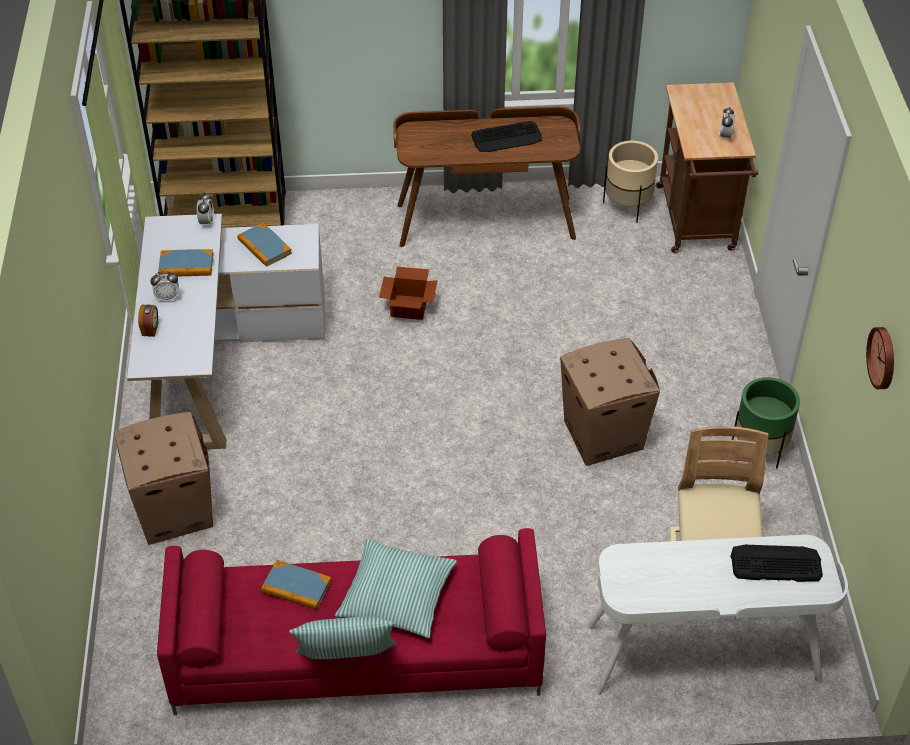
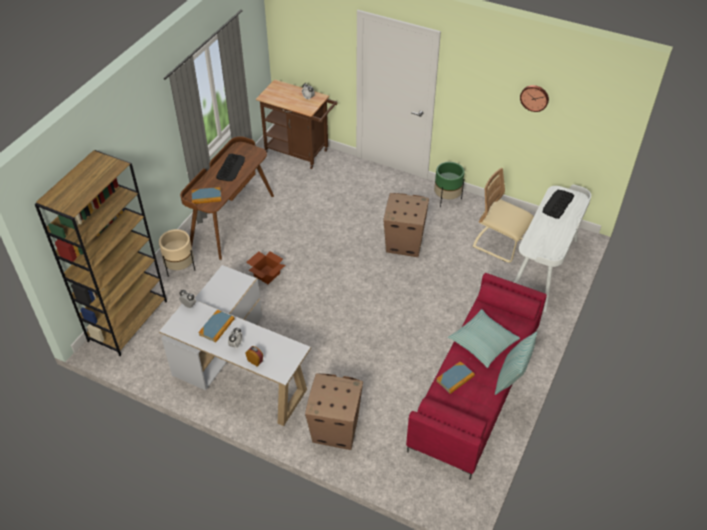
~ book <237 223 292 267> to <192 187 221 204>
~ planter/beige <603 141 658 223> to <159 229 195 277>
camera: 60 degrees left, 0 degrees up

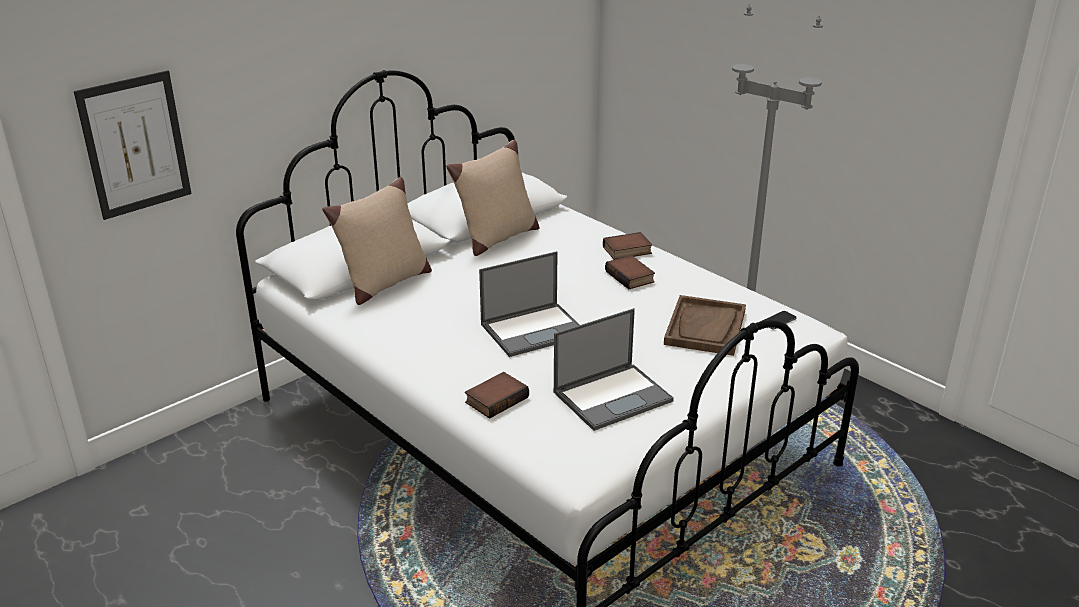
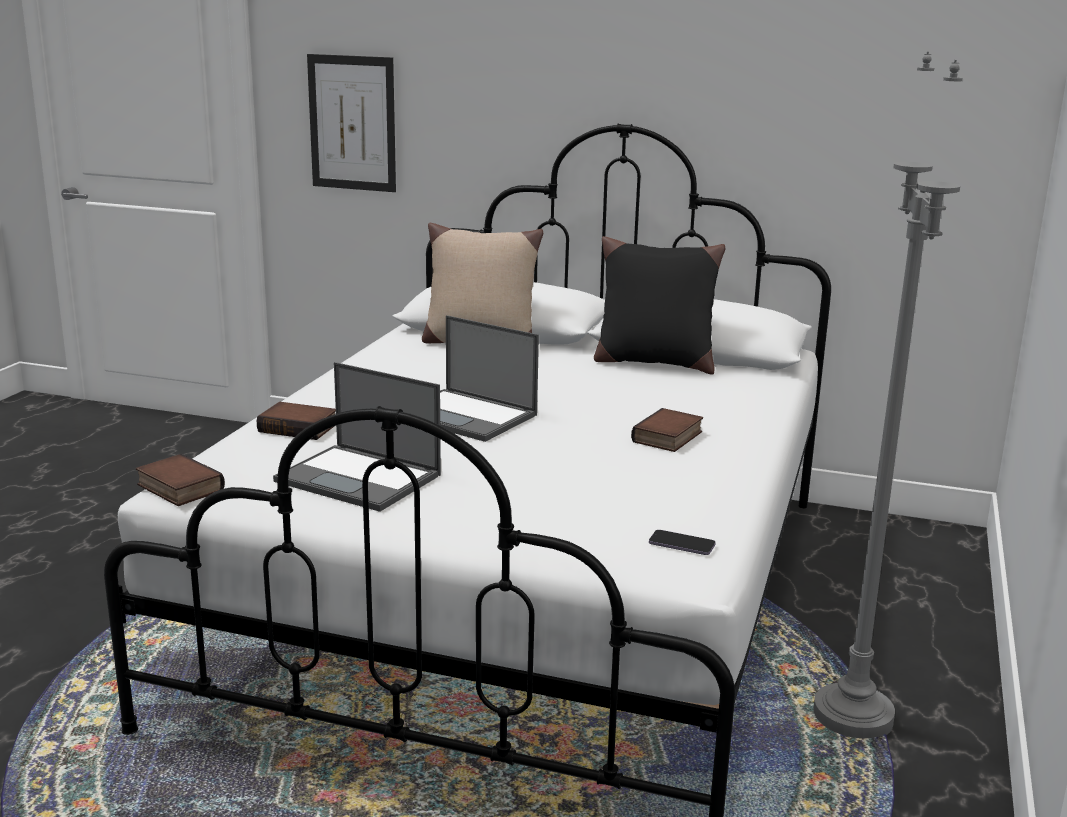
- tray/brown <664 295 746 356>
~ book <603 232 653 260> to <136 454 225 506>
~ pillow/beige <446 140 540 256> to pillow/black <594 236 725 375>
camera: 60 degrees right, 10 degrees down

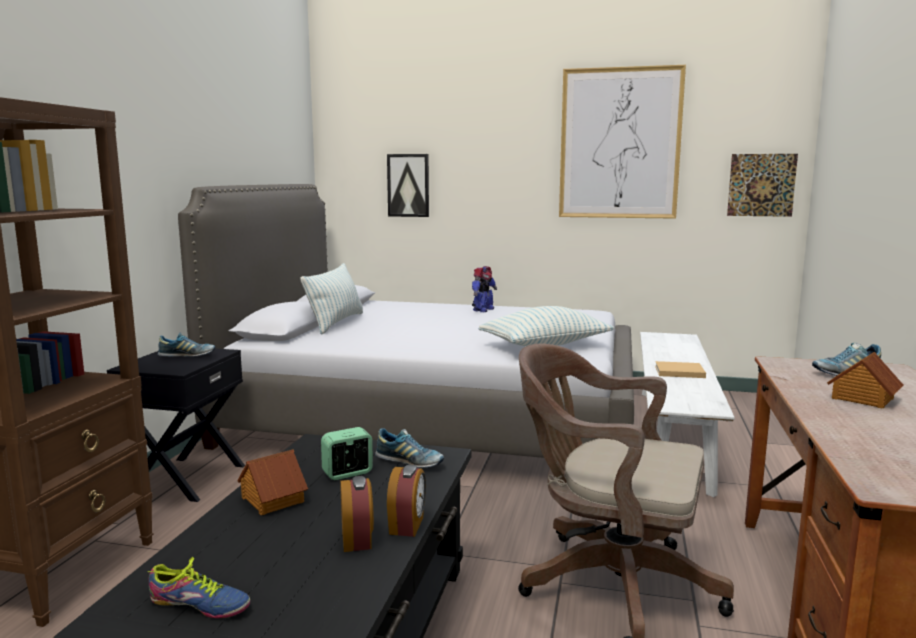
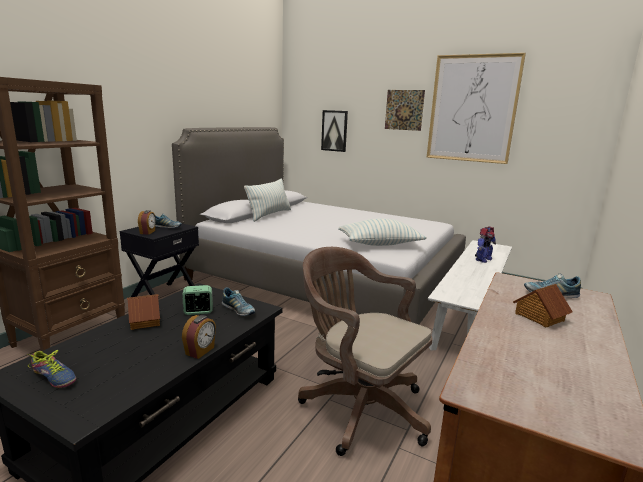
- book/beige <655 361 706 378>
~ alarm clock <340 476 374 552> to <138 210 156 235>
~ toy robot <472 266 497 312> to <475 226 496 263>
~ picture <727 154 798 217> to <385 90 425 131>
camera: 15 degrees right, 5 degrees up

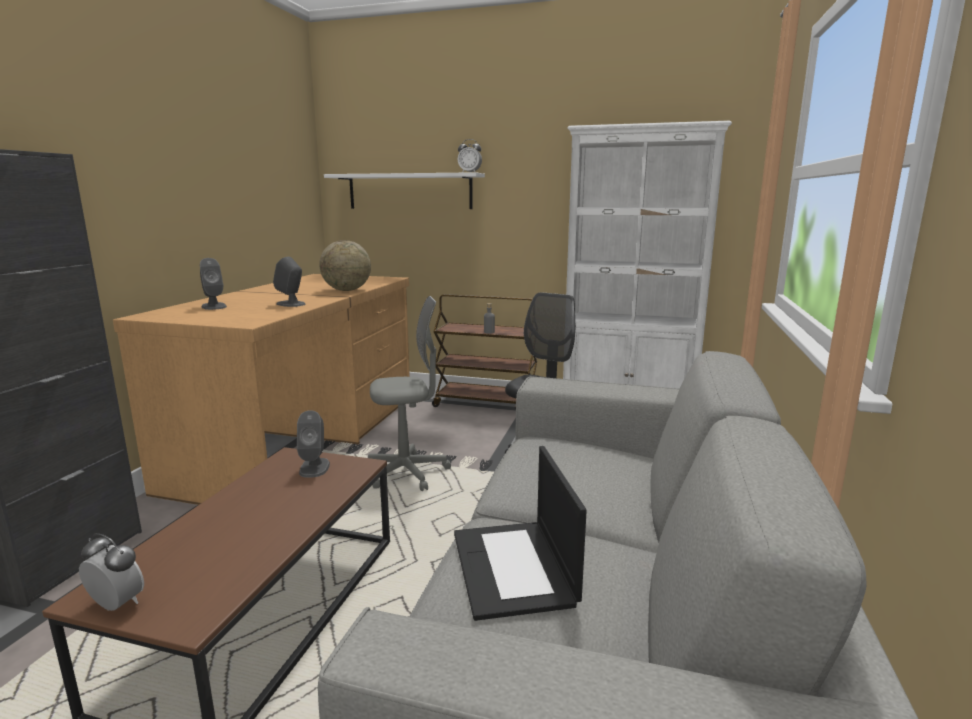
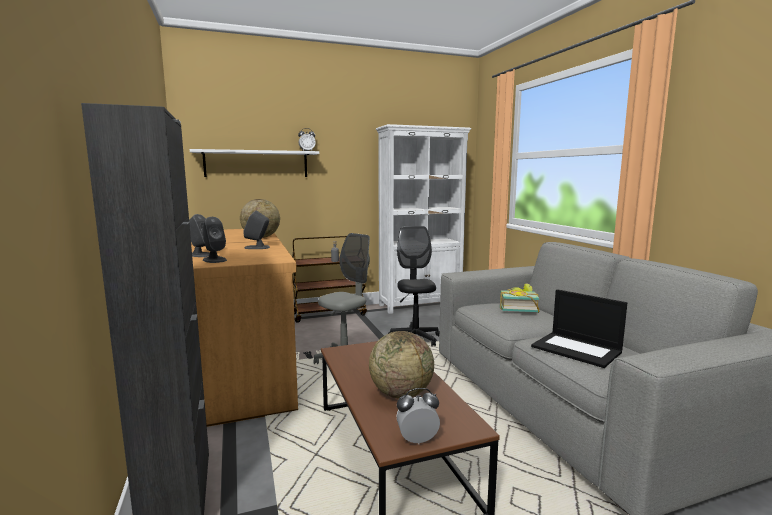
+ globe <369 331 434 398>
+ book <500 284 539 313>
~ speaker/grey <297 410 330 478> to <202 217 227 263>
camera: 35 degrees left, 5 degrees down

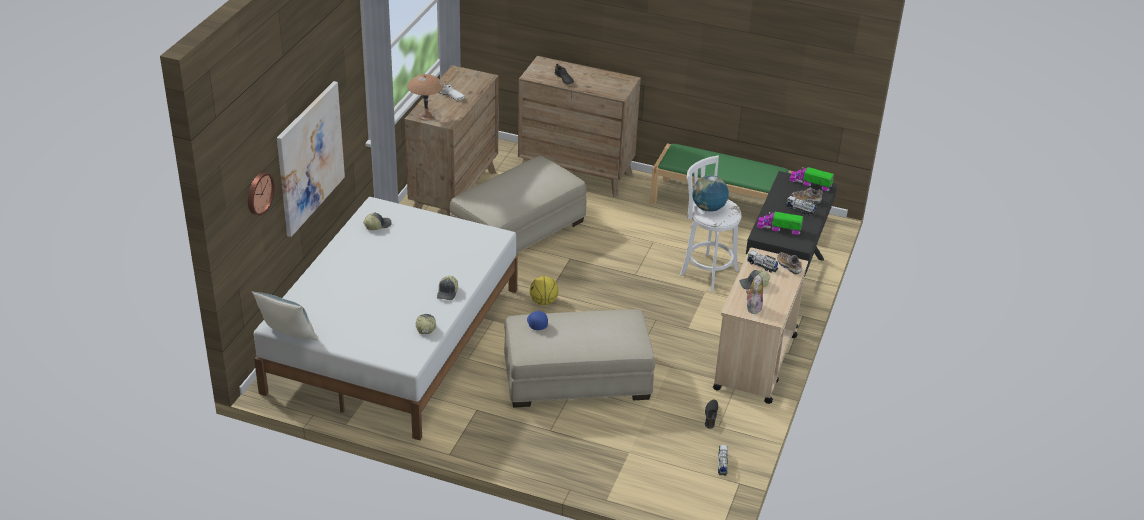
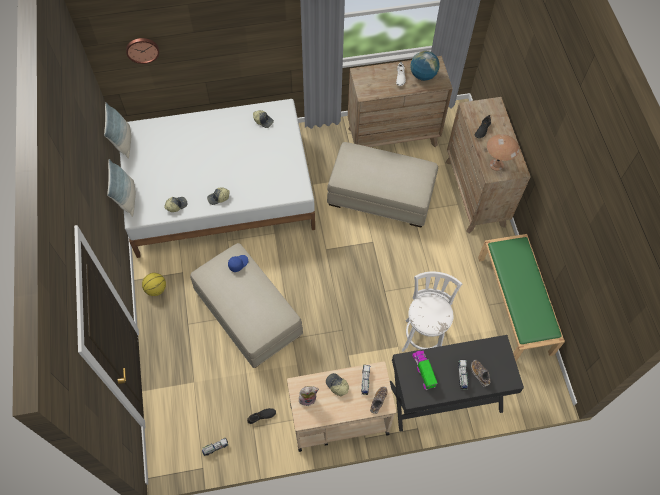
- picture <277 81 345 237>
- toy truck <789 167 834 191>
+ pillow <107 159 136 217>
~ table lamp/brown <407 74 444 121> to <487 134 519 171>
~ basketball <530 276 559 305> to <142 273 166 296>
~ globe <693 175 729 212> to <410 51 440 81>
camera: 60 degrees right, 25 degrees up

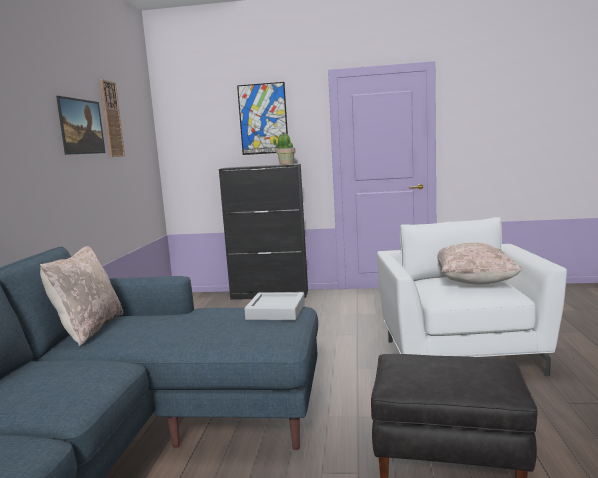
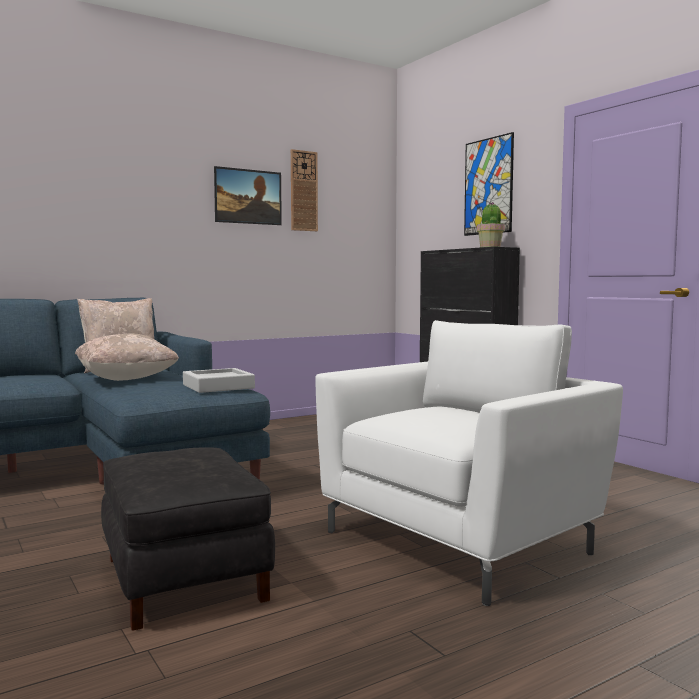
~ pillow/beige <437 243 522 285> to <75 333 179 381>
camera: 50 degrees right, 5 degrees down

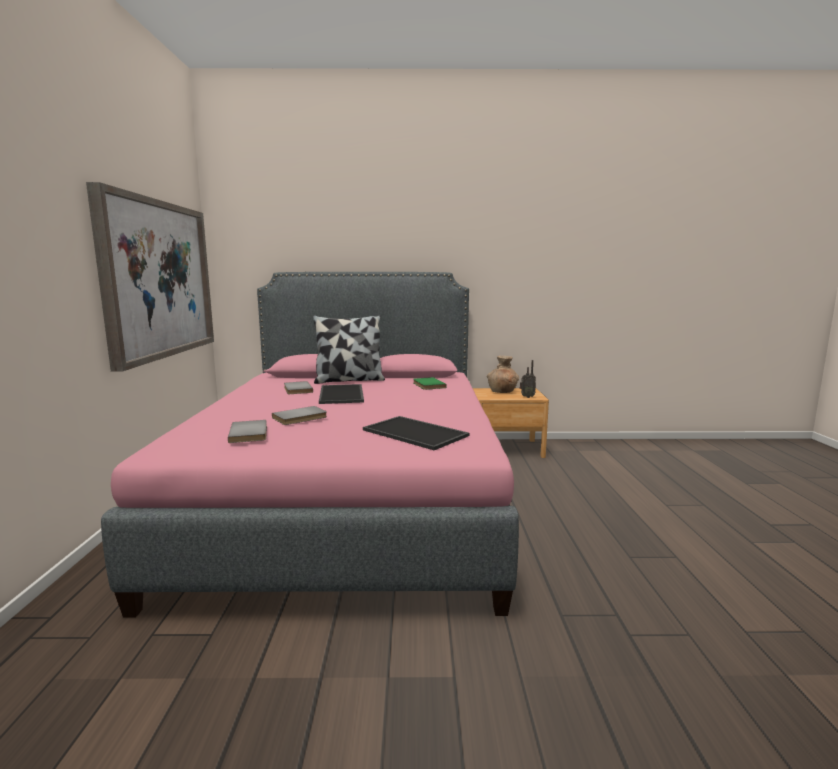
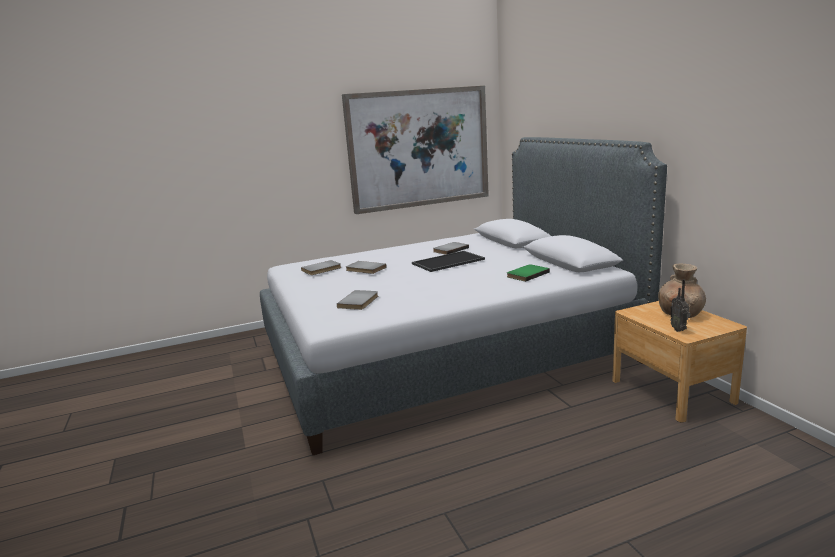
- pillow <313 315 385 384>
~ tray <363 416 470 450> to book/grey <337 290 378 310>
~ bed/pink <101 272 519 618> to bed/grey <260 137 667 455>
camera: 70 degrees right, 5 degrees up

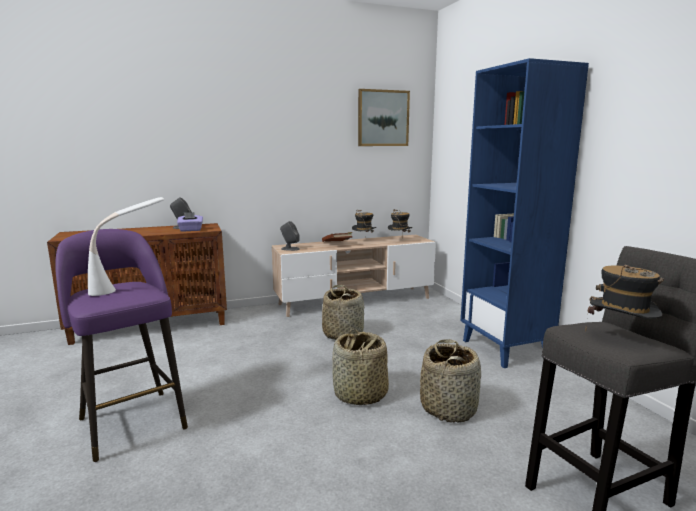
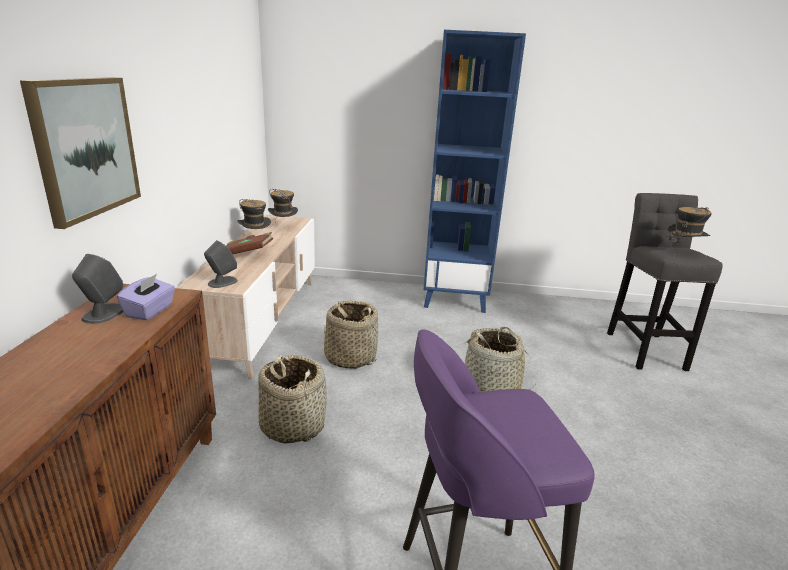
- table lamp/white <88 197 164 296>
~ picture <358 89 410 146> to <20 77 141 229>
~ basket <420 339 481 423> to <258 355 327 444>
camera: 65 degrees left, 10 degrees up

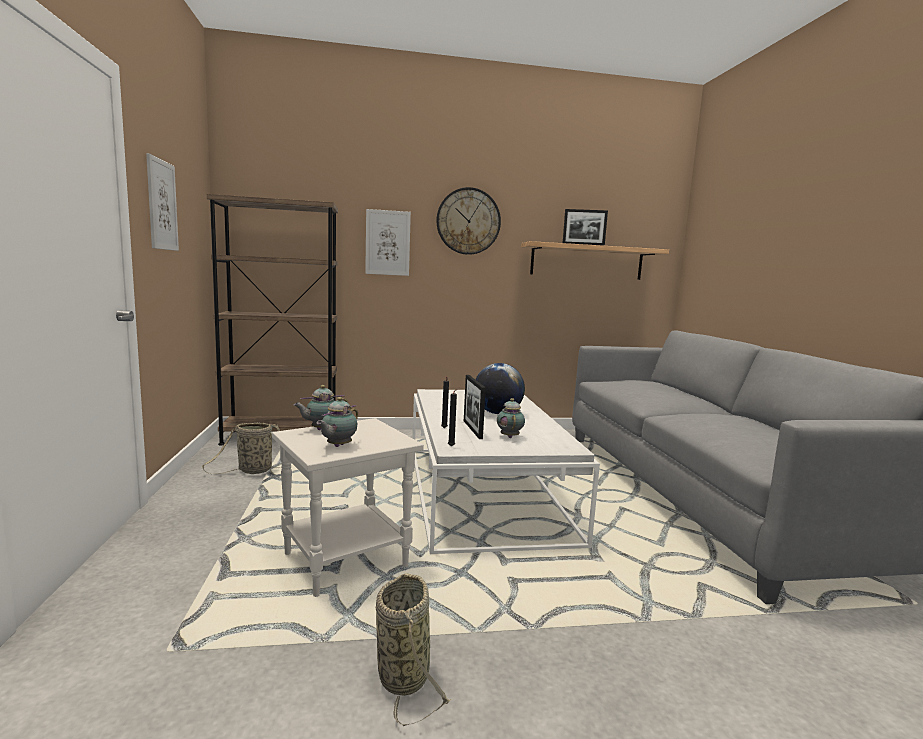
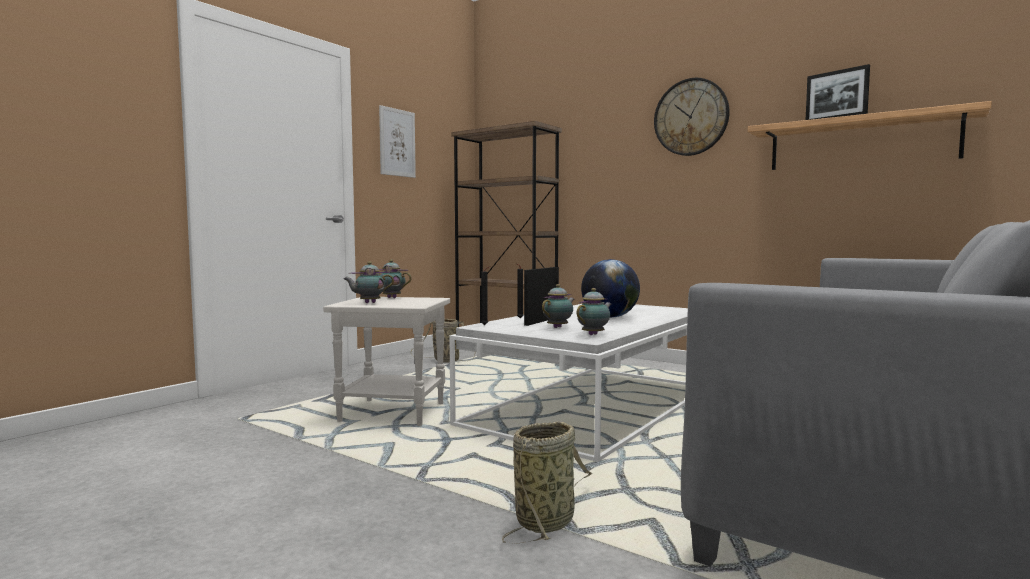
- picture <365 209 411 276>
+ teapot <577 288 611 335>
~ basket <376 573 451 726> to <502 422 592 544>
camera: 45 degrees right, 5 degrees down

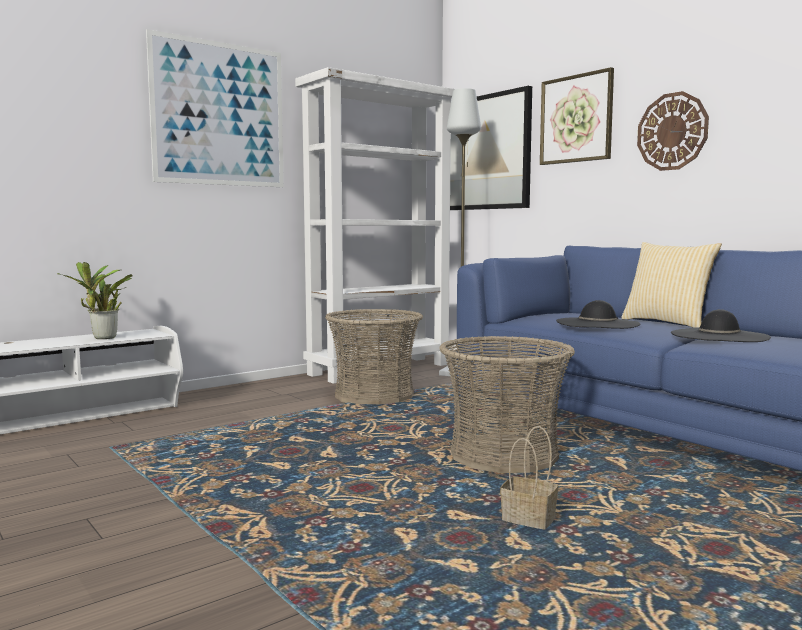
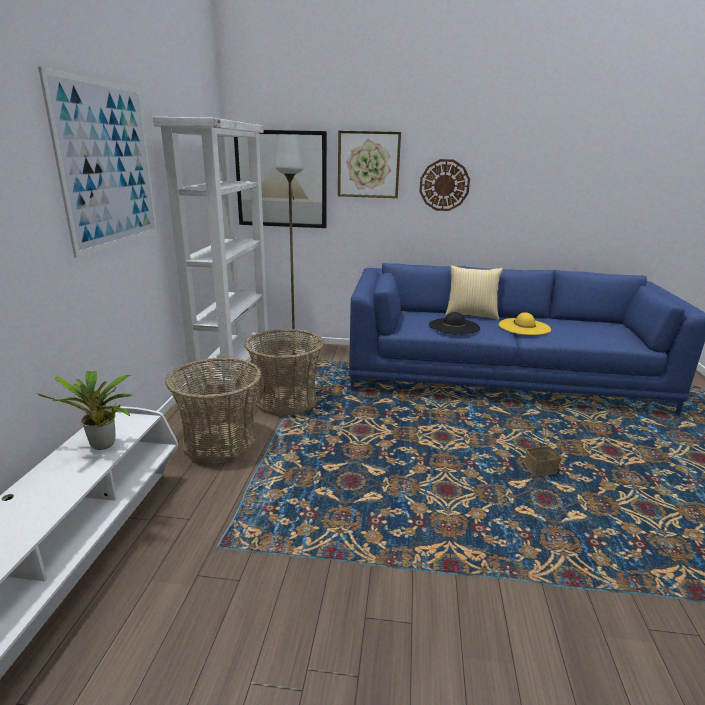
~ basket <440 336 575 473> to <165 357 262 464>
~ hat/black <671 309 771 342> to hat/yellow <499 312 551 335>
camera: 45 degrees left, 15 degrees up

